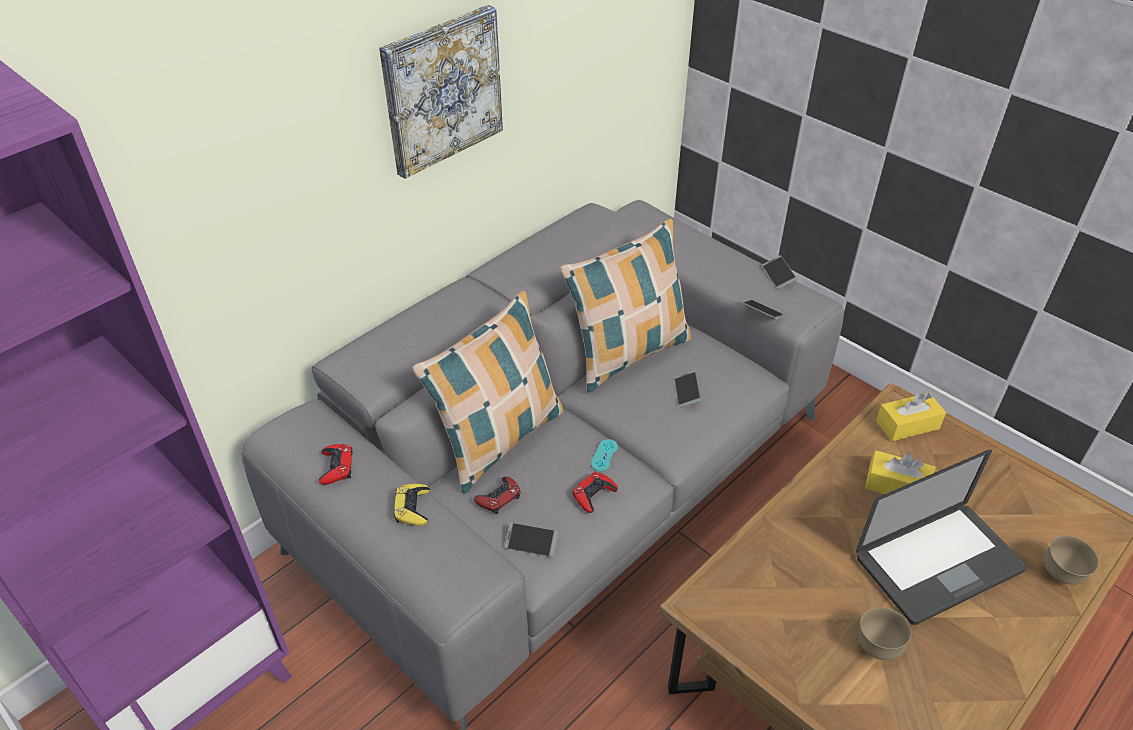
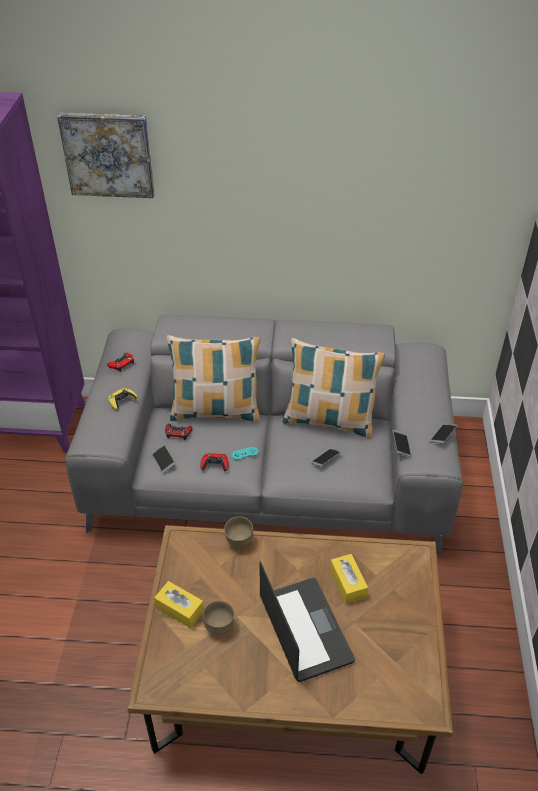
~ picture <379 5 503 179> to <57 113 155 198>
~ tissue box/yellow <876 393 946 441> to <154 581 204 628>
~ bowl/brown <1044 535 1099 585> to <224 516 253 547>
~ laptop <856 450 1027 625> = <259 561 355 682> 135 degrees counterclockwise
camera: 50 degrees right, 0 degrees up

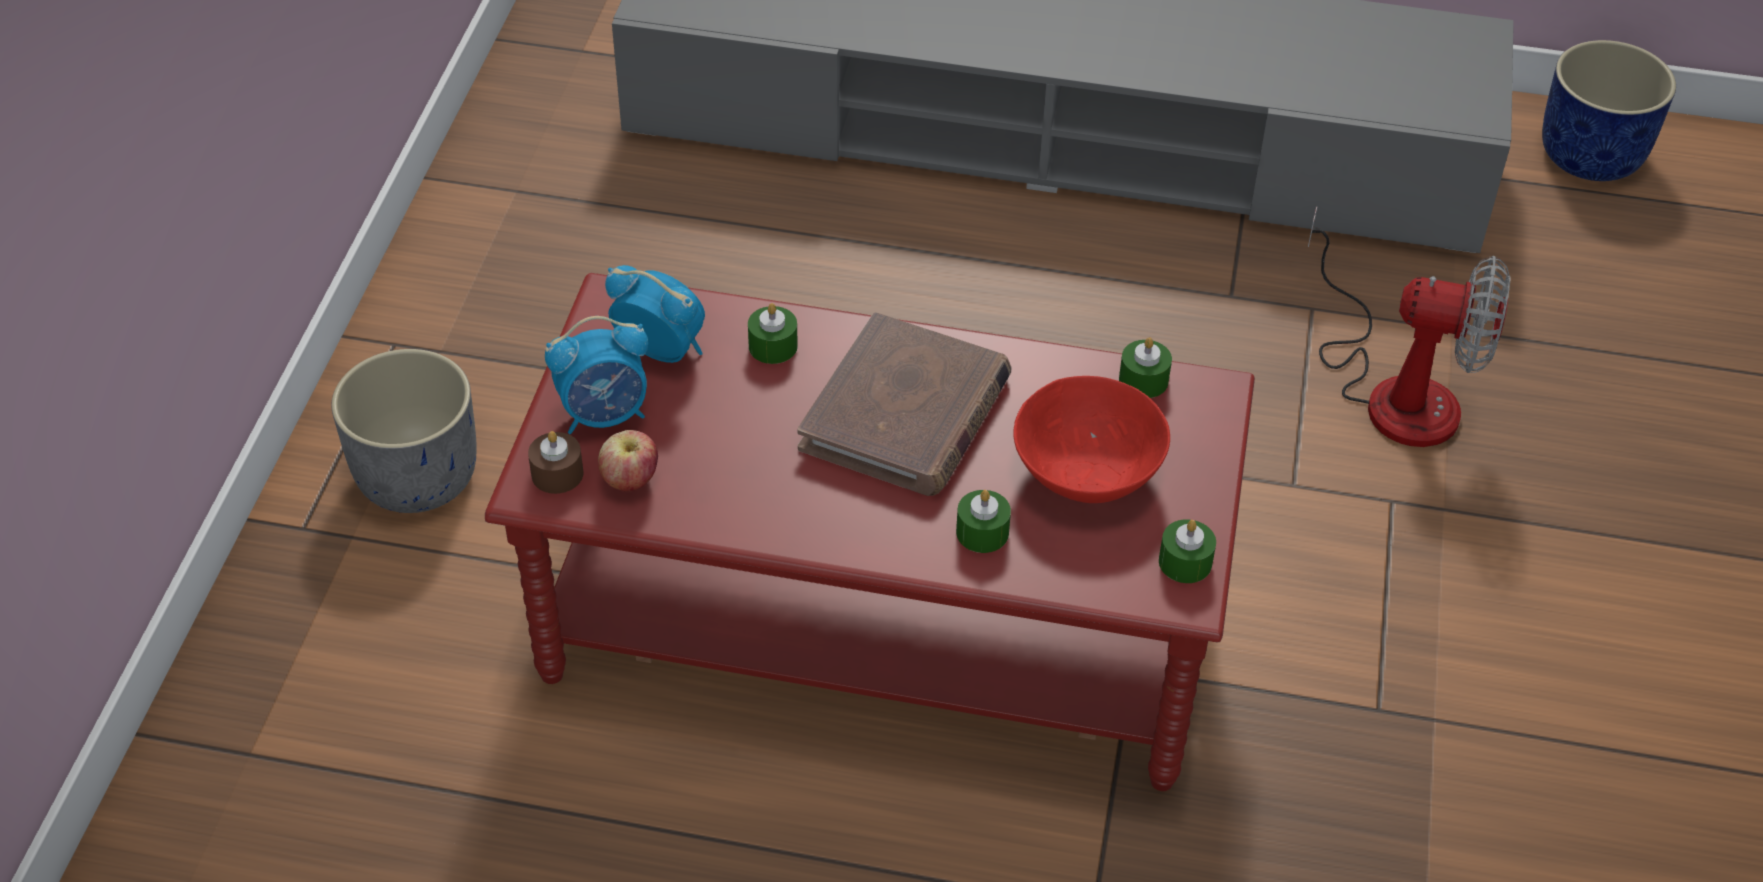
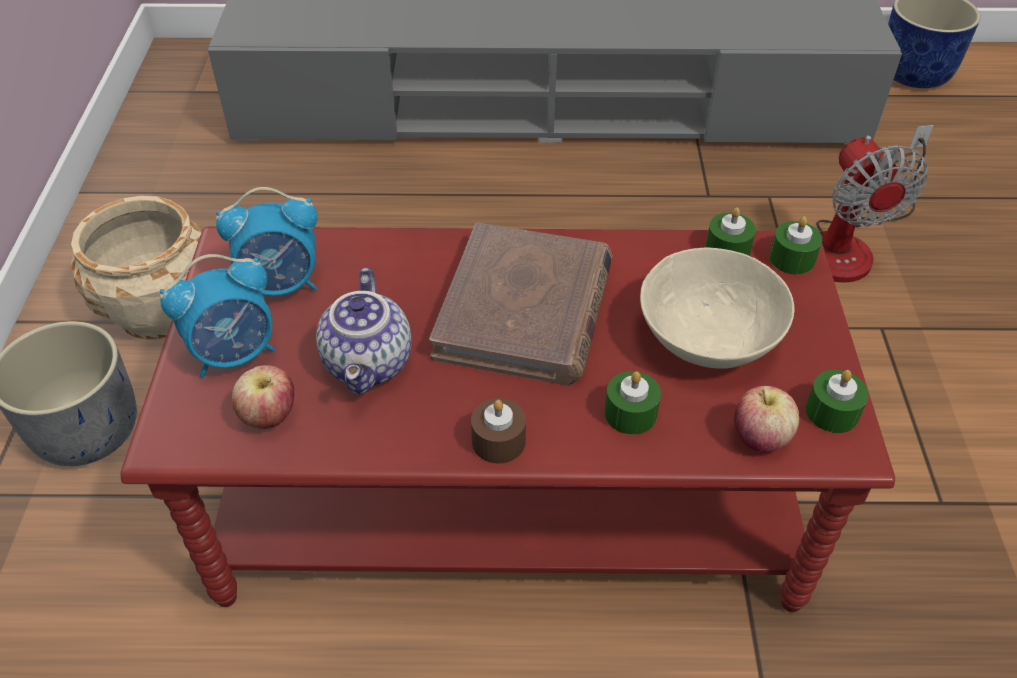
+ planter/beige <71 196 202 340>
+ teapot <316 268 412 394>
+ apple <734 386 800 453>
~ candle/brown <528 431 583 494> to <471 398 526 464>
~ candle/green <748 303 798 364> to <769 216 822 275>
~ bowl/red <1013 376 1170 503> to bowl/beige <640 248 794 369>
~ alarm clock <605 265 705 363> = <216 187 317 296> 150 degrees clockwise
~ fan <1308 206 1511 447> = <816 125 934 283> 75 degrees clockwise
camera: 10 degrees left, 0 degrees up

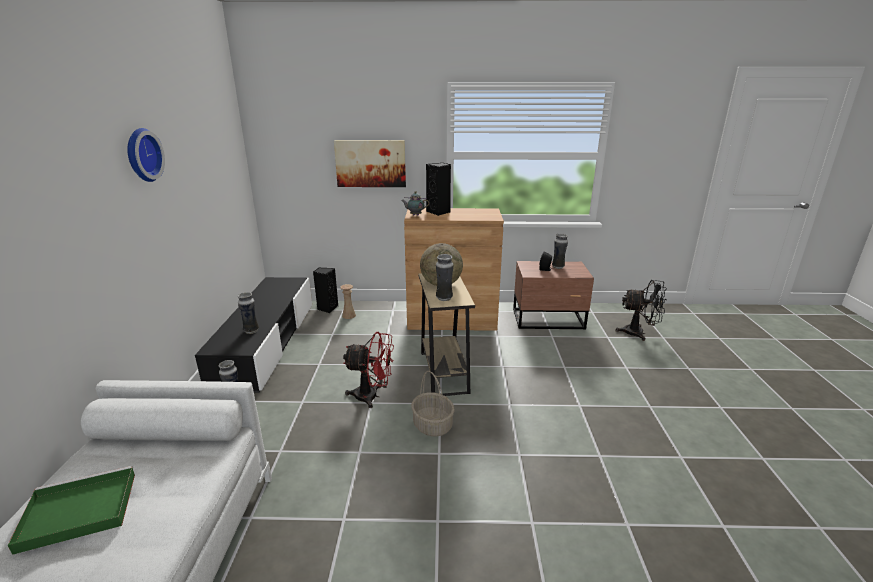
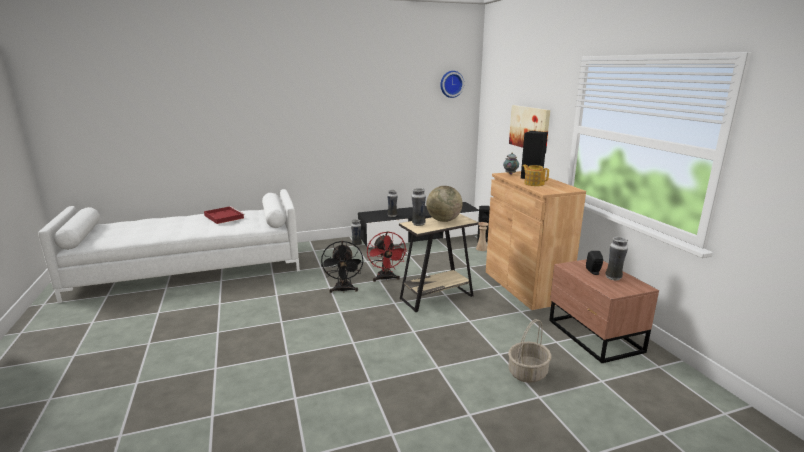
+ teapot <522 165 549 186>
~ wall clock <127 128 165 182> to <440 71 464 98>
~ basket <411 371 455 436> to <508 319 552 383>
~ fan/black <616 280 667 341> to <321 241 363 293>
~ tray/green <7 466 135 555> to tray/red <204 206 245 224>
camera: 70 degrees right, 5 degrees down

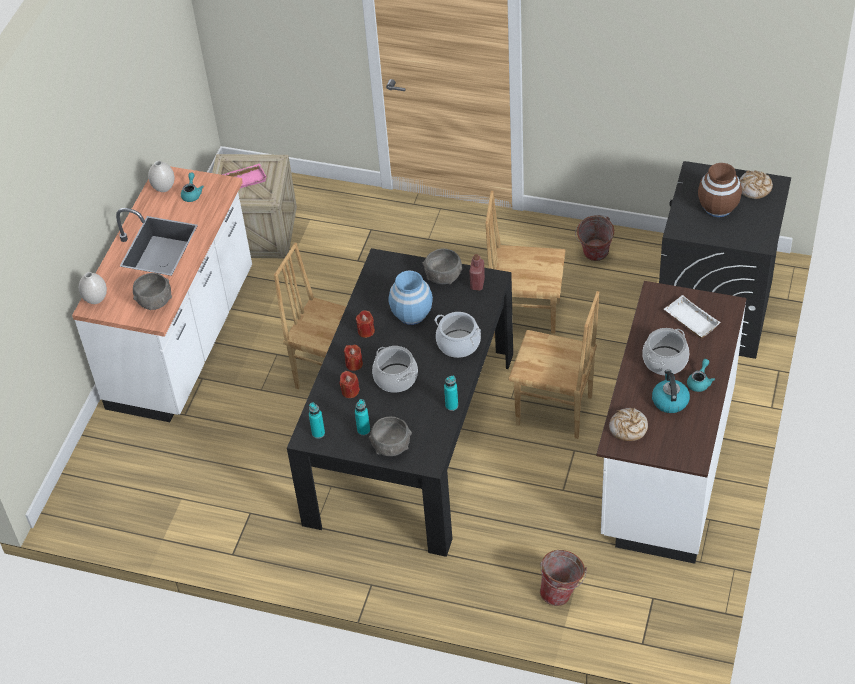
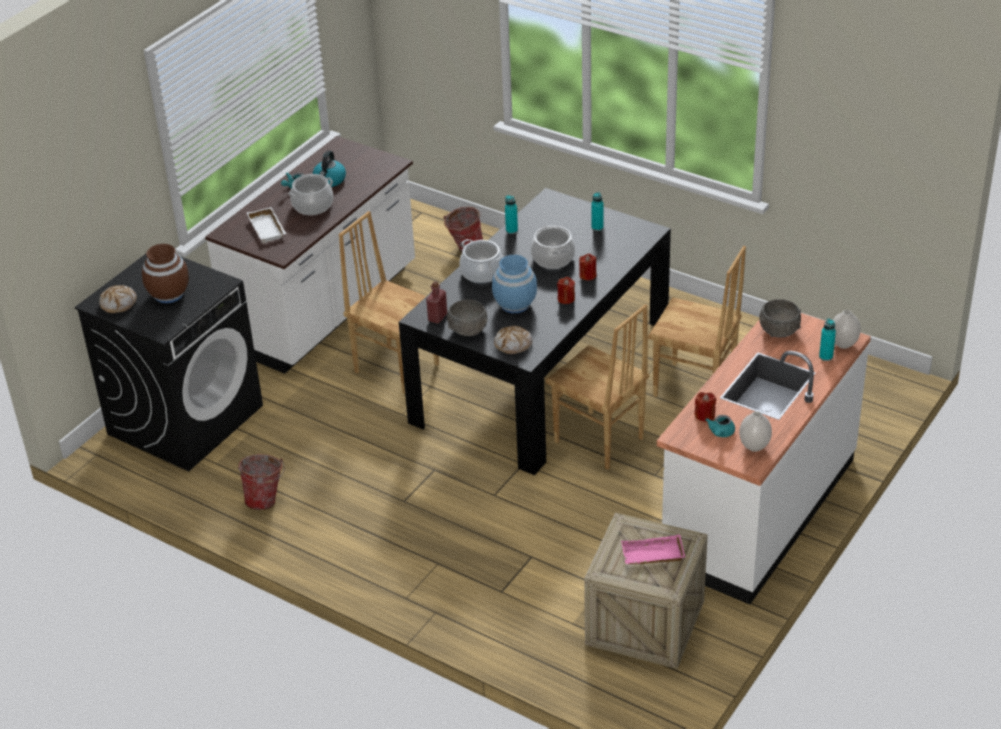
- bowl/grey <369 416 412 456>
~ bottle/turquoise <309 402 325 439> to <819 318 836 361>
~ candle/red <340 371 360 398> to <694 392 716 422>
~ chair/brown <485 191 565 338> to <648 246 746 397>
~ bread <609 407 648 441> to <494 326 532 354>
camera: 165 degrees left, 10 degrees down

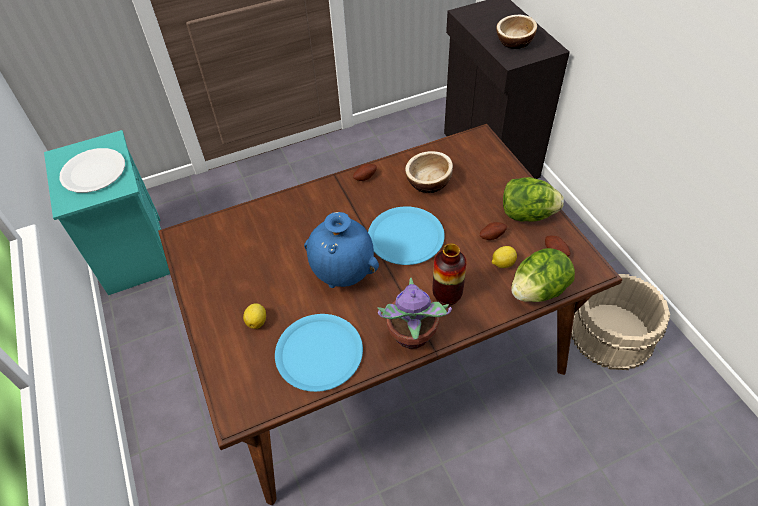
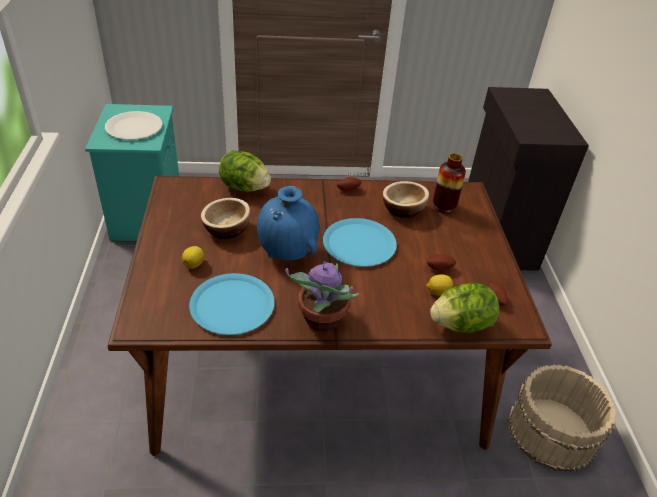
~ vase <433 243 467 306> to <433 154 466 213>
~ bowl <496 15 537 49> to <201 198 250 239>
~ lettuce <503 177 564 222> to <219 150 271 192>
camera: 15 degrees right, 10 degrees down

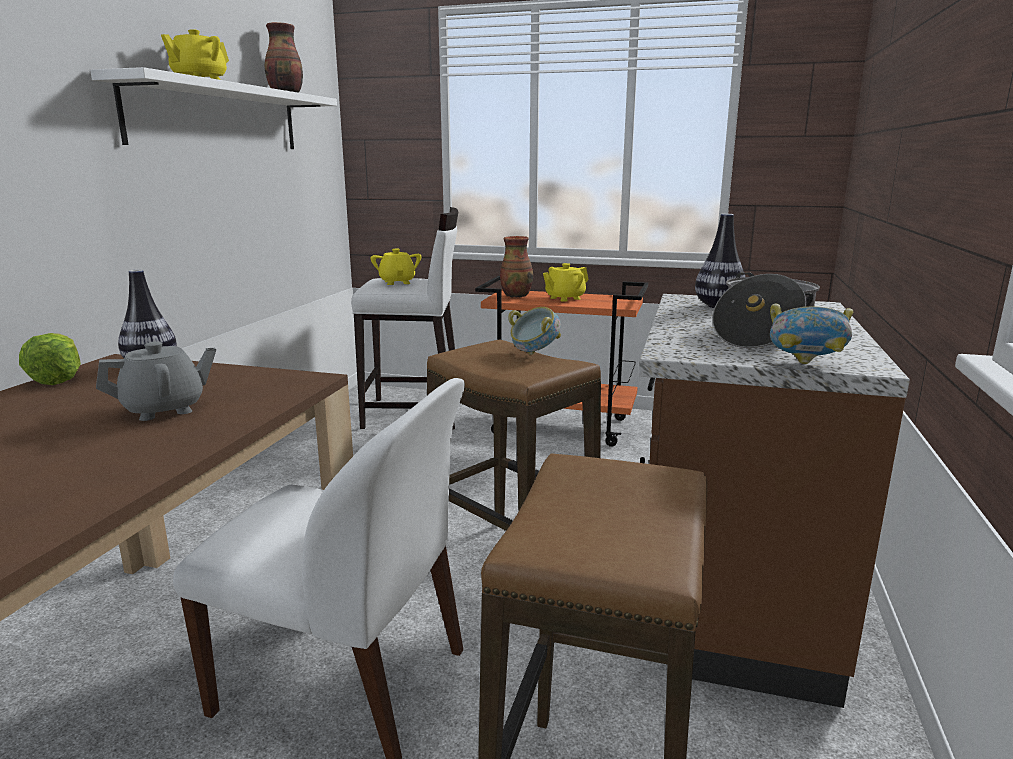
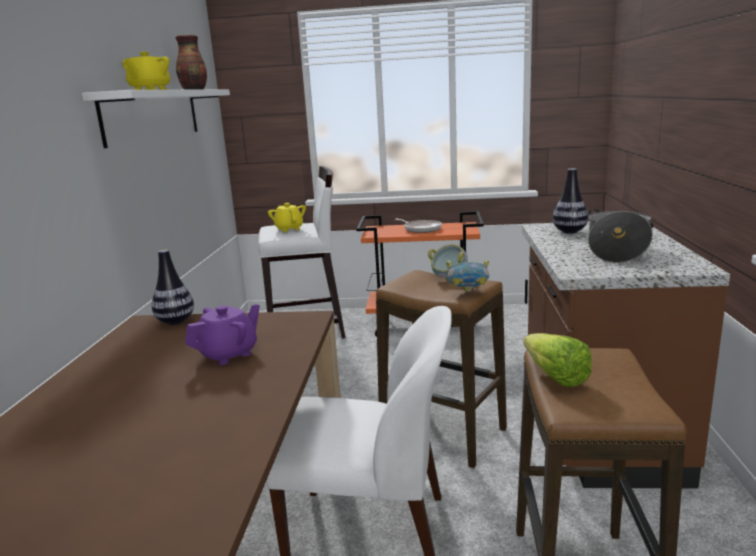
- vase <500 236 533 298>
~ lettuce <19 333 81 385> to <523 333 592 387>
~ bowl <770 304 853 364> to <446 260 489 292>
~ teapot/yellow <543 263 588 302> to frying pan <395 218 442 233>
~ teapot/grey <96 342 216 421> to teapot/purple <185 304 260 365>
camera: 10 degrees left, 0 degrees up

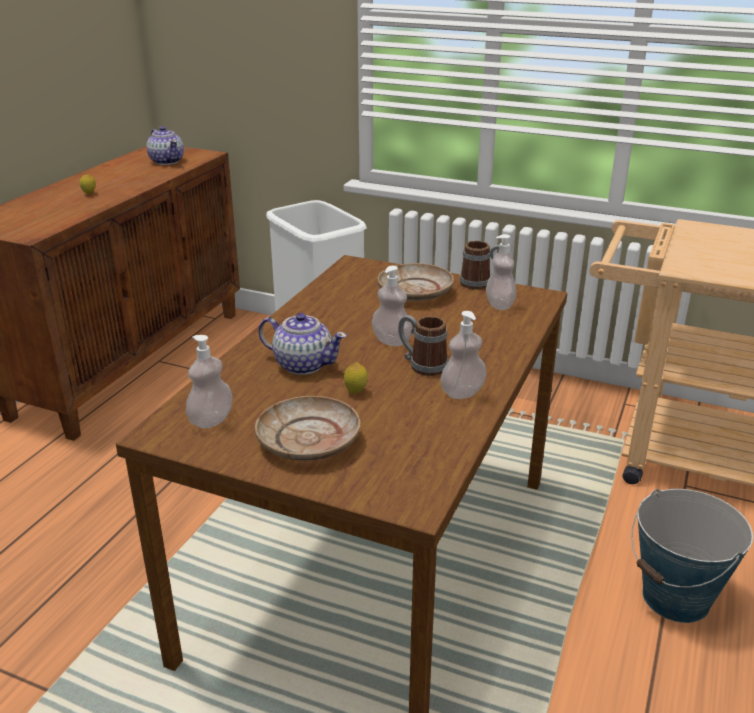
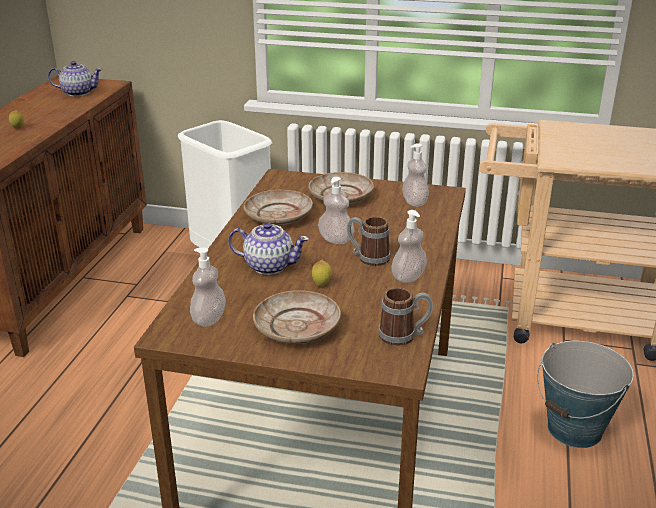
+ plate/beige <244 190 313 225>
~ mug <460 241 500 290> to <378 287 433 346>
~ teapot <146 126 184 165> = <48 61 102 97> 45 degrees counterclockwise
camera: 10 degrees left, 0 degrees up

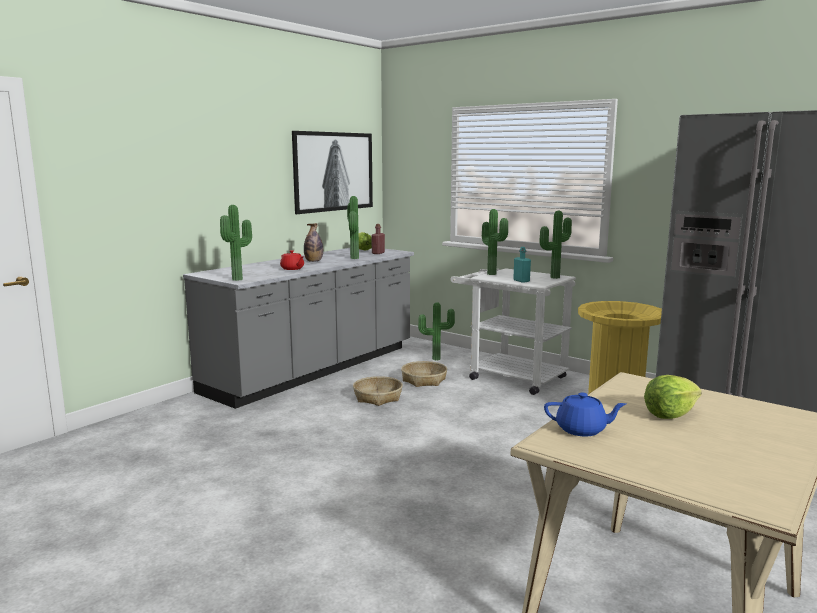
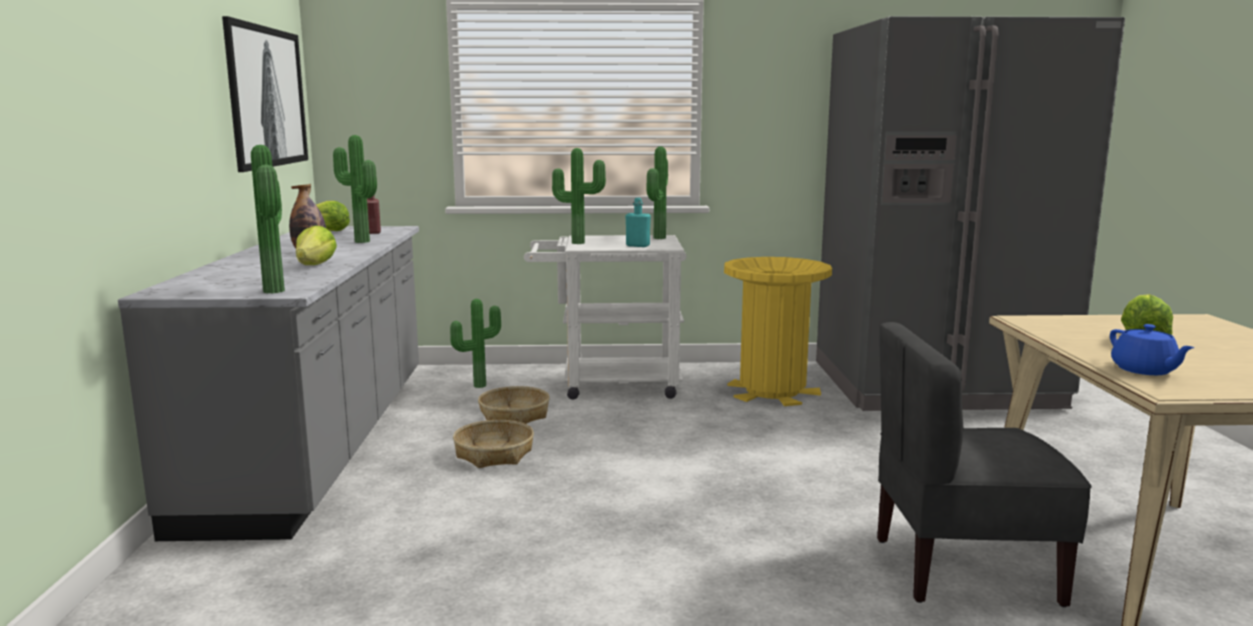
+ chair/grey <877 322 1092 607>
~ teapot/red <280 250 304 270> to lettuce <296 225 337 265>
~ teapot/blue <544 392 626 436> = <1110 324 1194 375> 105 degrees clockwise
camera: 40 degrees left, 0 degrees up

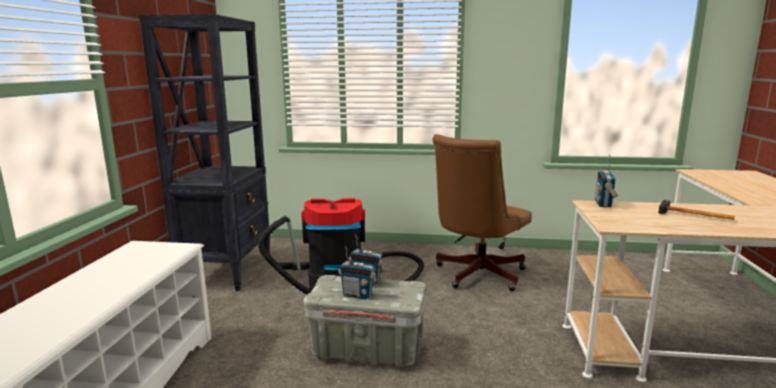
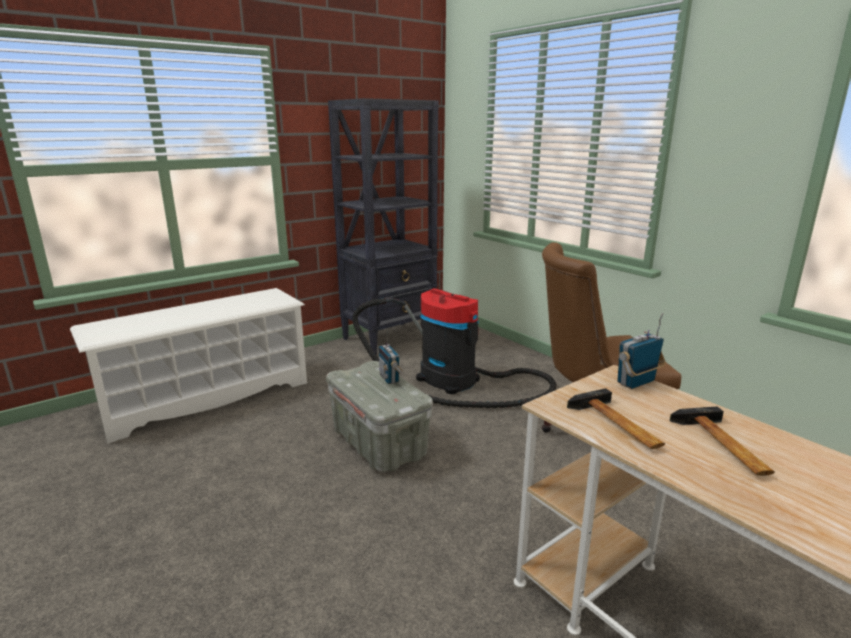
- radio <338 246 377 299>
+ hammer <567 388 665 449>
camera: 45 degrees right, 5 degrees up

